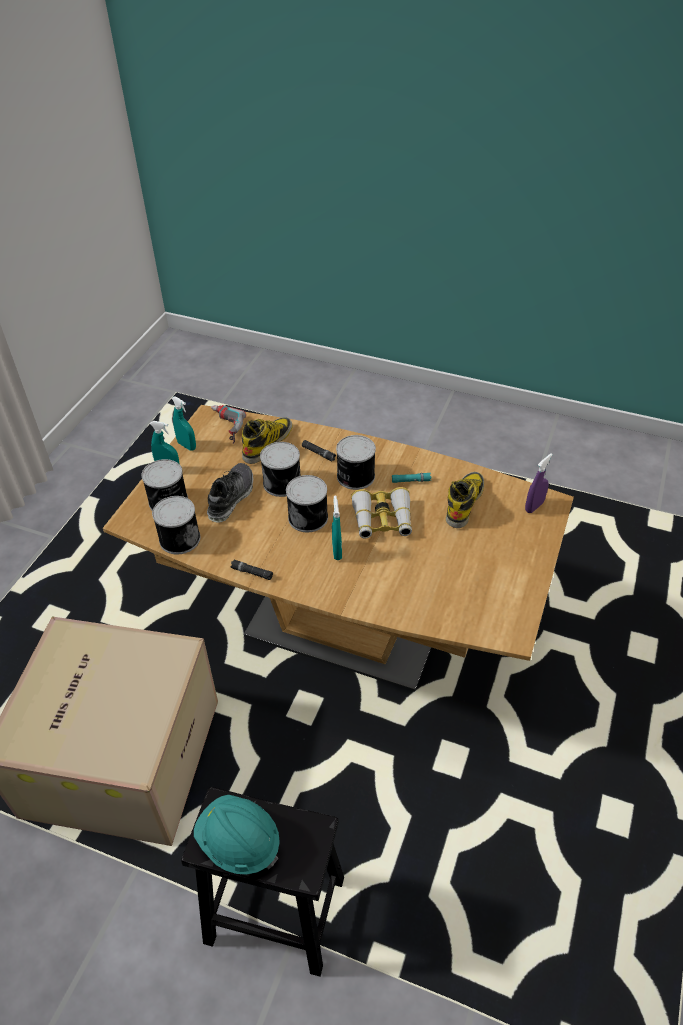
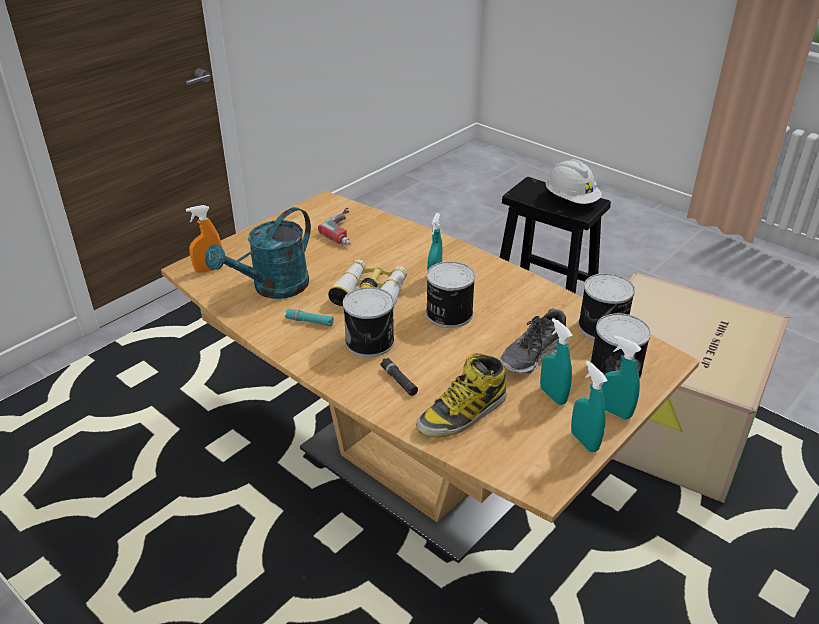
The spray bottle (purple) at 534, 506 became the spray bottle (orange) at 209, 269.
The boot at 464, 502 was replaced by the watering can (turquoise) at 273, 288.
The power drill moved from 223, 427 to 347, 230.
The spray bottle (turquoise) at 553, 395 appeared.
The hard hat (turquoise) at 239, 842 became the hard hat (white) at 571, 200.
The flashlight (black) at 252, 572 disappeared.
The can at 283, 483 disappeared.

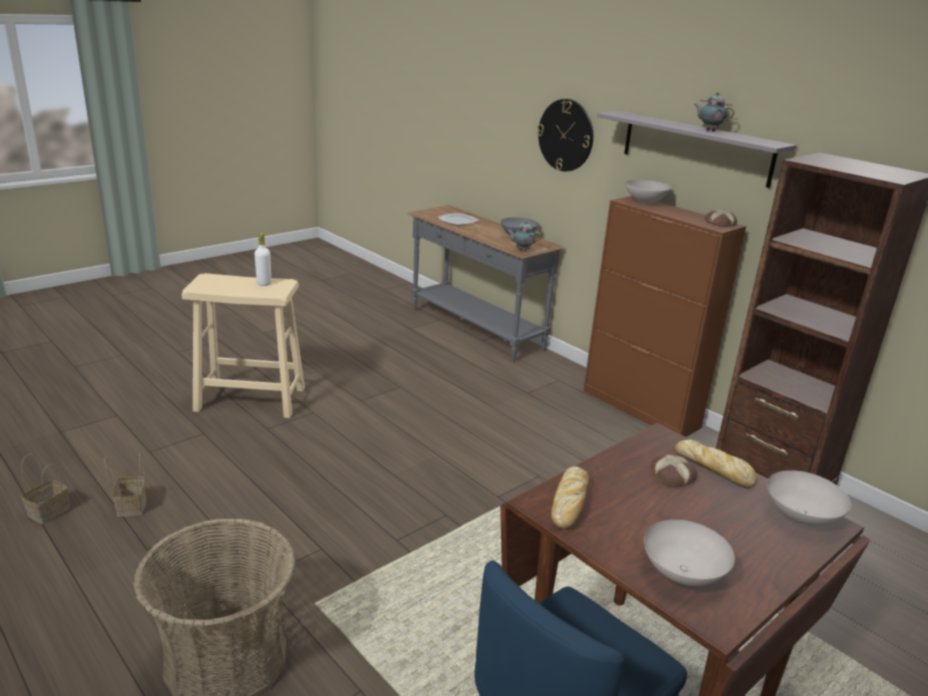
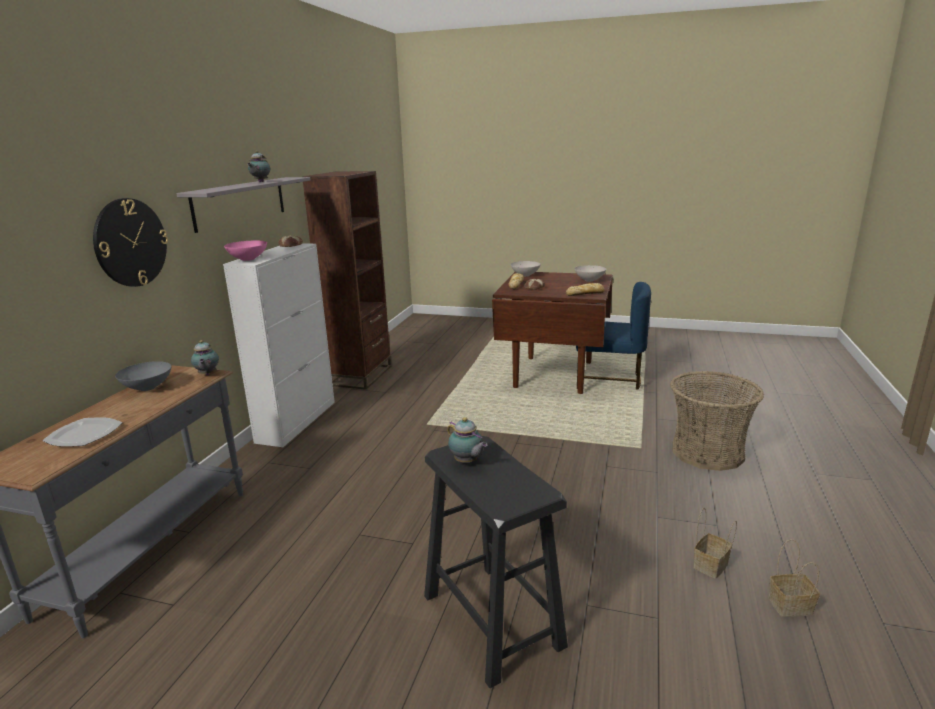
The cabinet (brown) at 640, 409 became the cabinet (white) at 297, 421.
The bowl (white) at 645, 201 became the bowl (pink) at 247, 259.
The stool (beige) at 251, 399 became the stool (black) at 491, 619.
The bottle (white) at 264, 283 was replaced by the teapot at 467, 462.

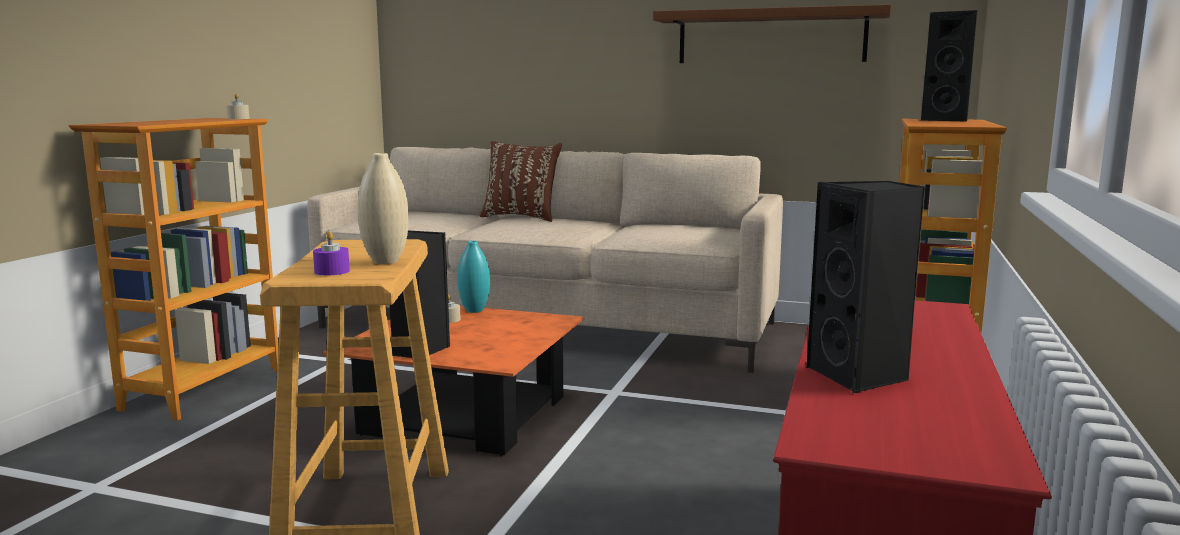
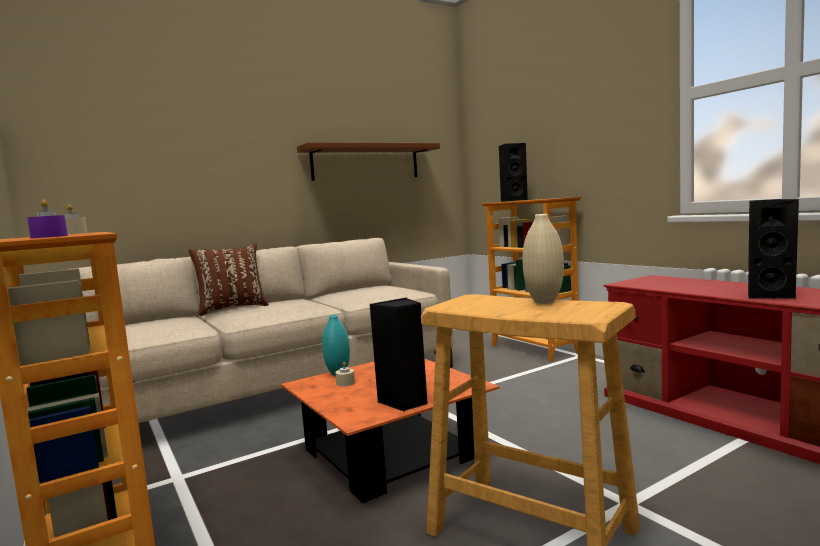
The candle (purple) moved from 332, 271 to 49, 237.

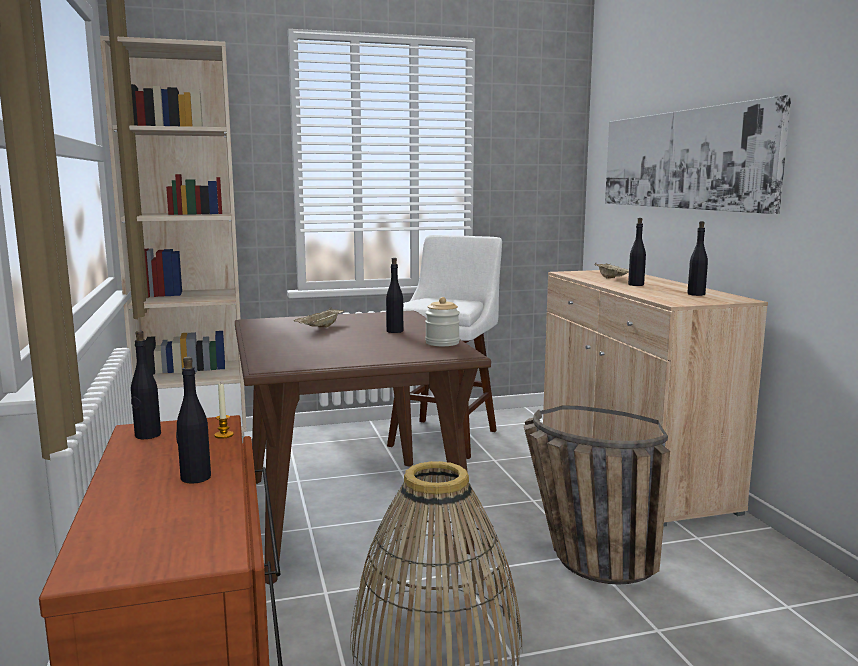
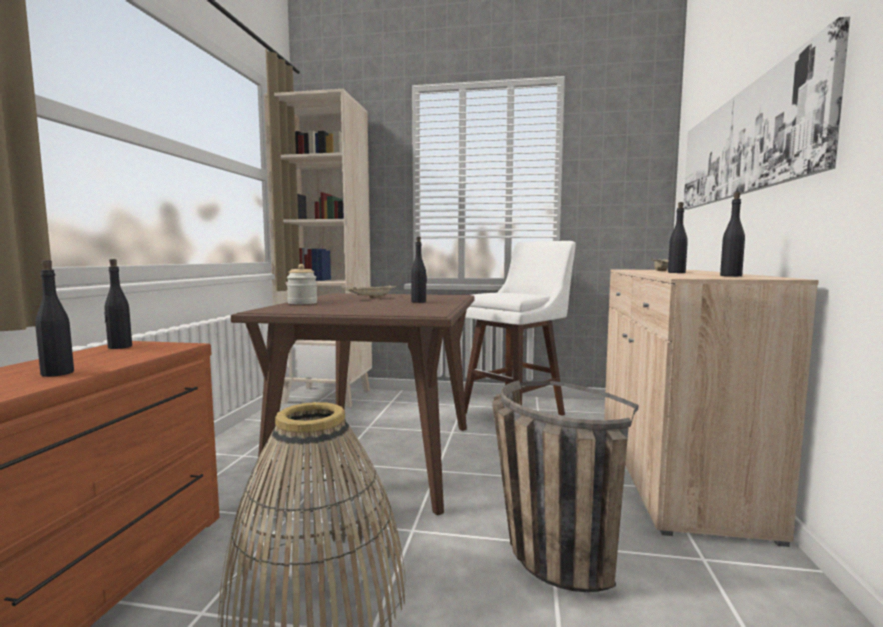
The jar moved from 442, 343 to 302, 303.
The candle at 224, 435 disappeared.

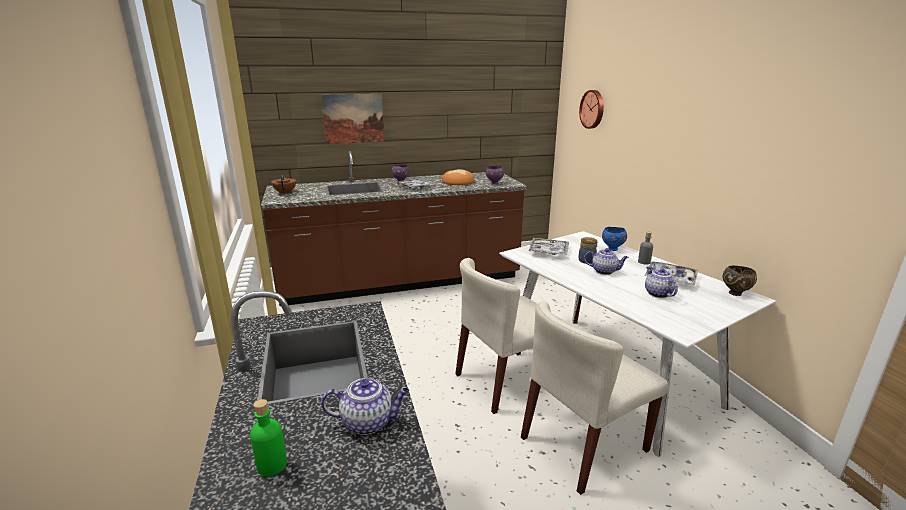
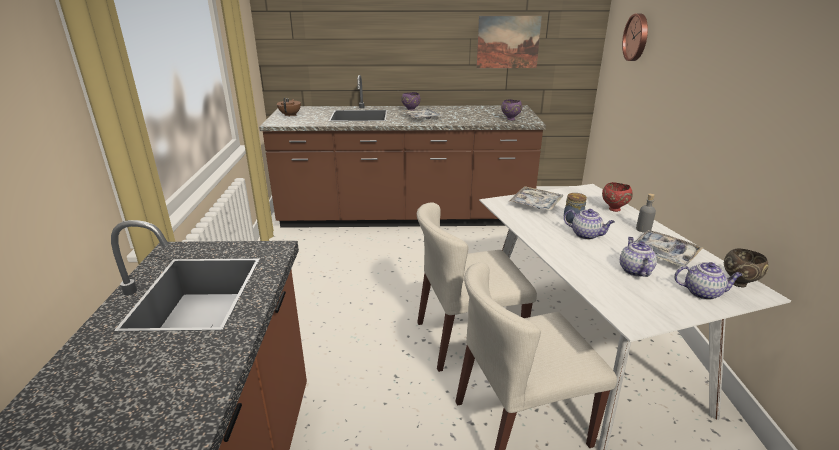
The picture moved from 353, 118 to 508, 42.
The bowl (blue) at 612, 249 became the bowl (red) at 613, 209.
The teapot moved from 368, 422 to 703, 292.
The bottle (green) at 272, 465 disappeared.
The bread at 457, 182 disappeared.

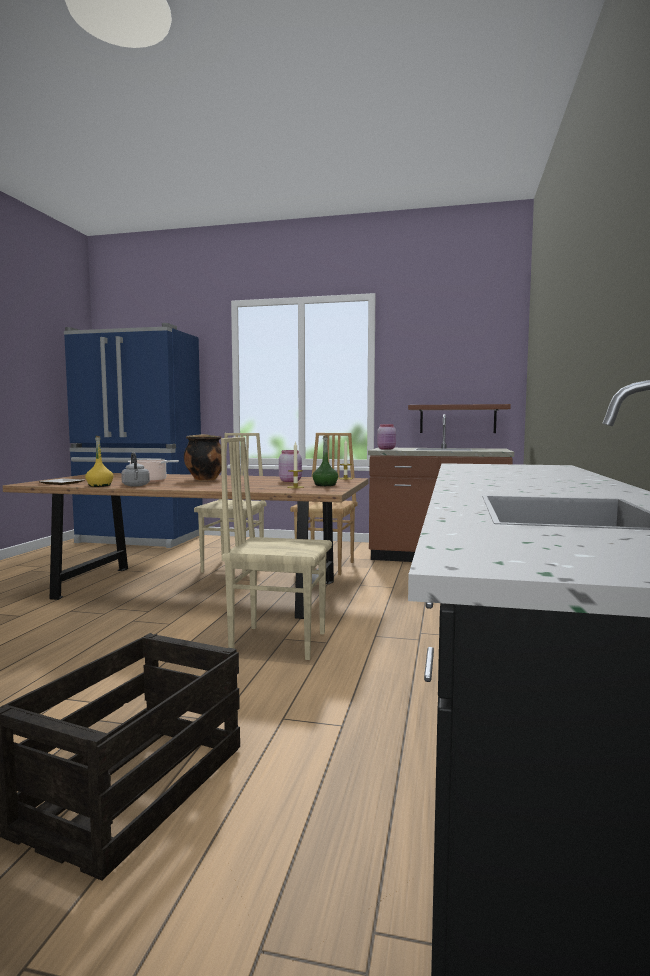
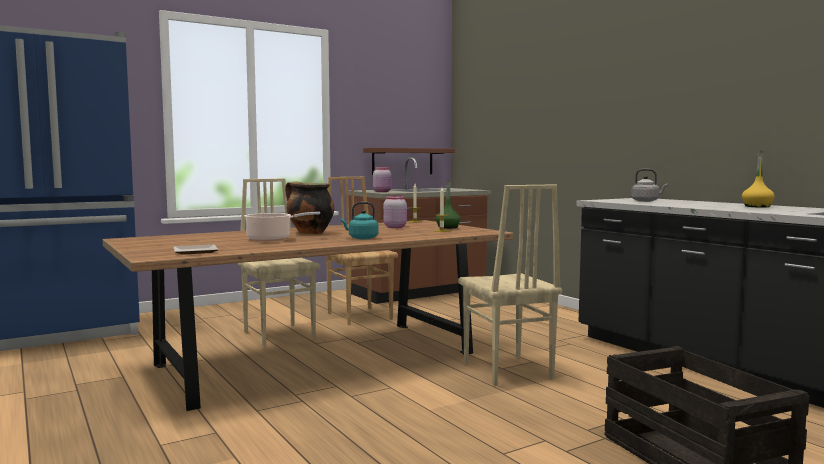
The kettle (turquoise) at 361, 238 appeared.
The chair (beige) at 278, 642 turned 75 degrees counterclockwise.
The kettle (grey) moved from 136, 486 to 646, 201.
The bottle (yellow) moved from 100, 485 to 757, 206.

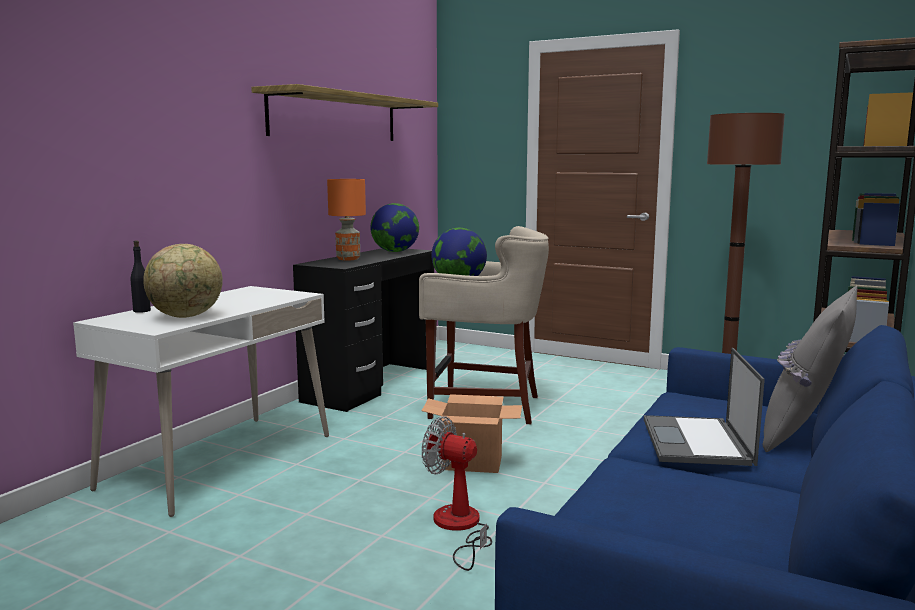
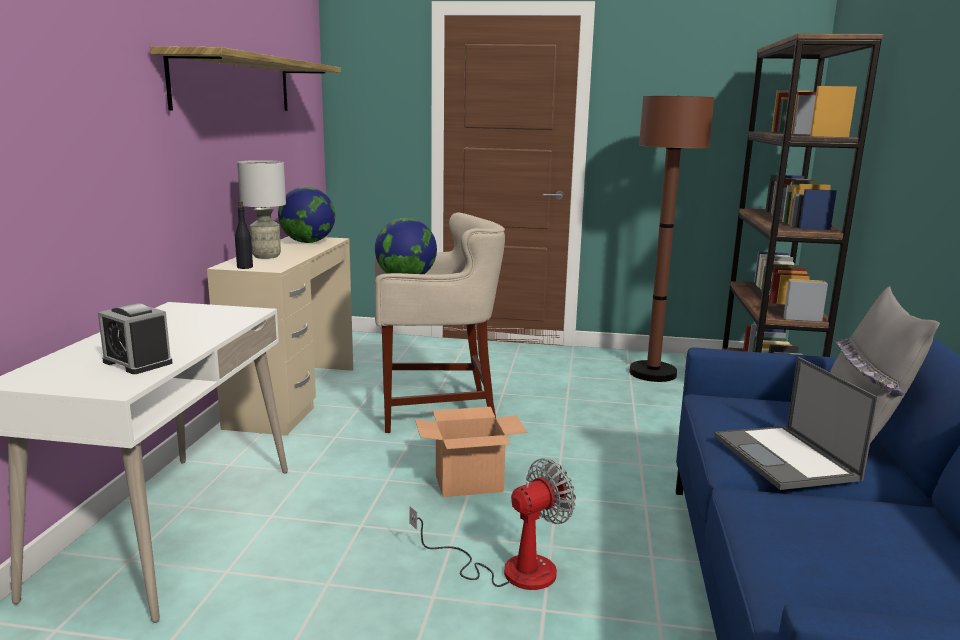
The globe at 186, 316 was replaced by the alarm clock at 137, 362.
The desk (black) at 371, 385 became the desk (beige) at 293, 396.
The bottle (black) moved from 142, 311 to 245, 267.
The table lamp (orange) at 348, 259 became the table lamp (grey) at 267, 256.
The fan at 459, 528 turned 135 degrees clockwise.

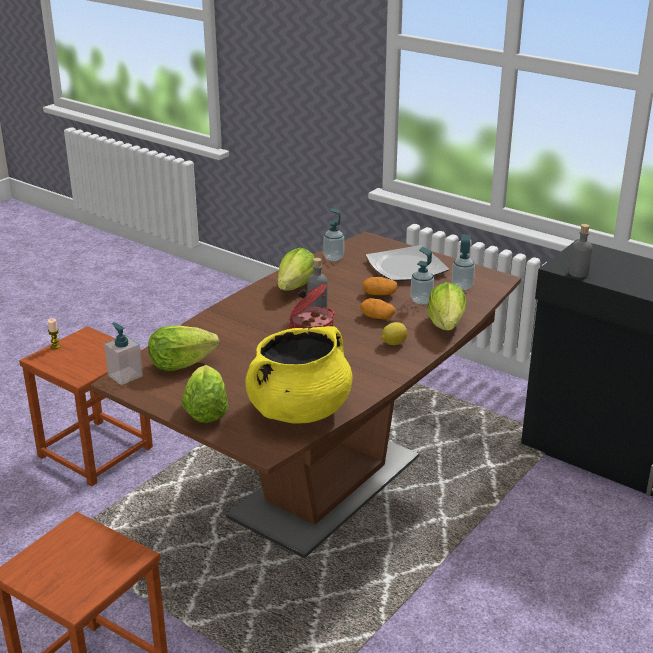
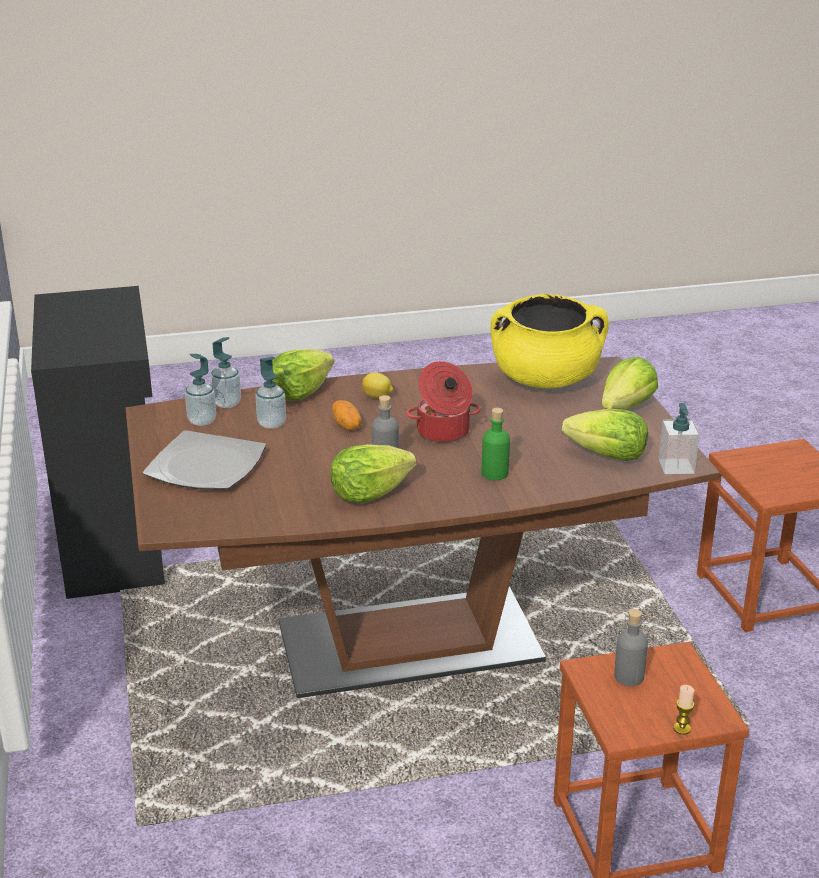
The soap dispenser moved from 333, 258 to 227, 403.
The bottle (green) at 494, 473 appeared.
The bottle (grey) moved from 578, 273 to 628, 677.
The potato at 379, 294 disappeared.

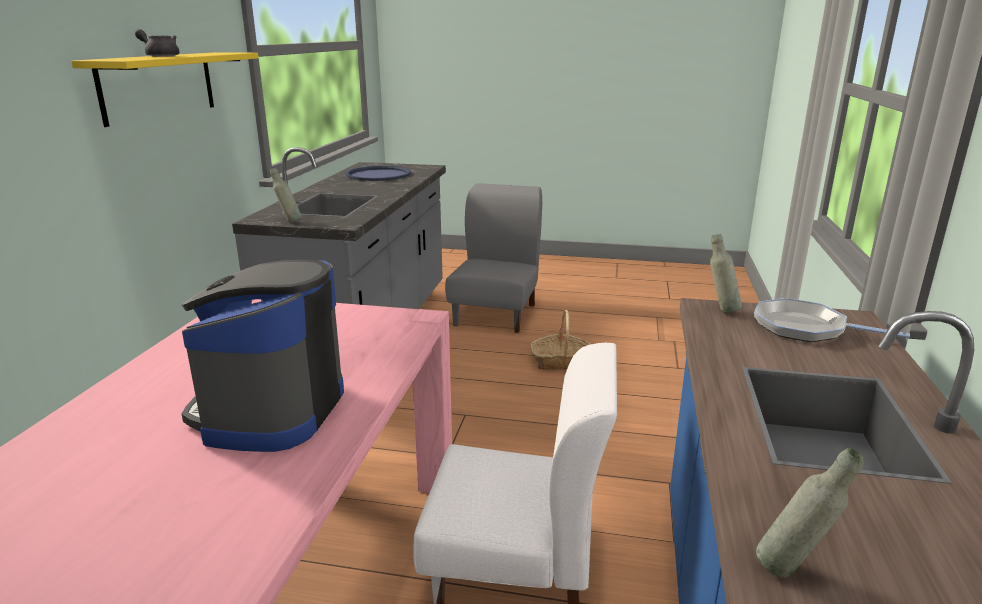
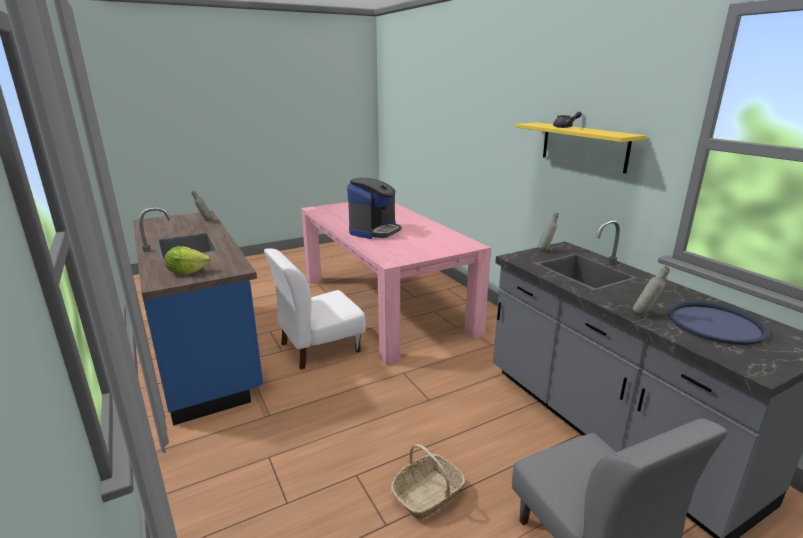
The frying pan at 805, 328 was replaced by the lettuce at 187, 272.
The coffee machine at 270, 411 turned 60 degrees clockwise.
The bottle (grey) moved from 720, 310 to 645, 314.

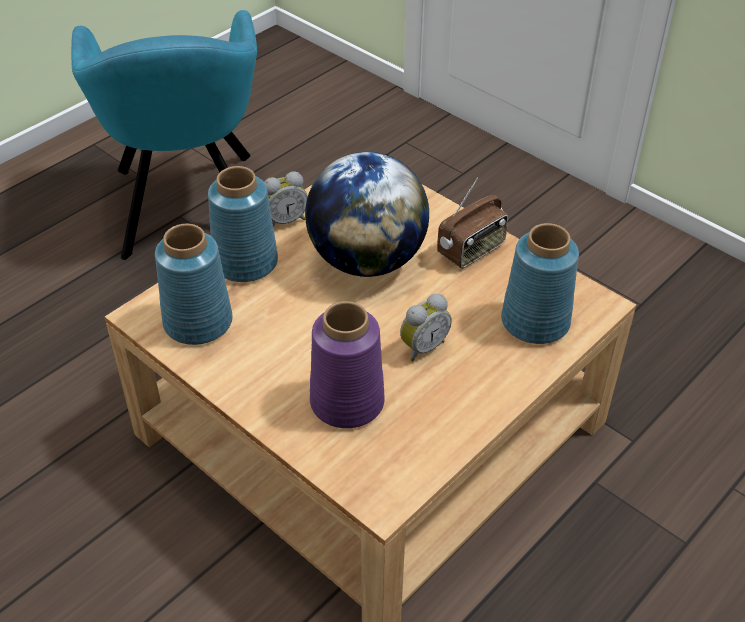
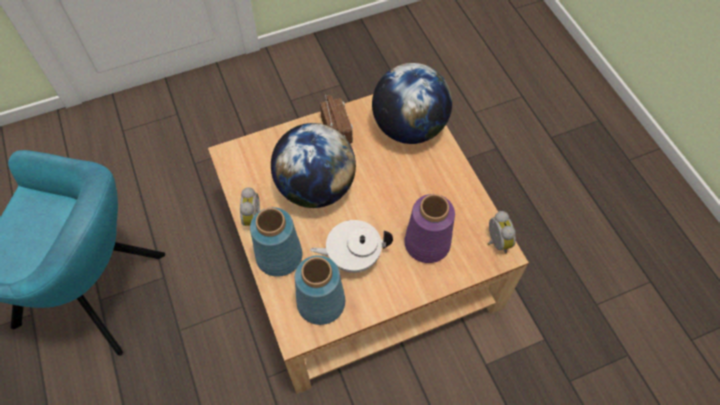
The teapot (white) at 353, 256 appeared.
The vase (blue) at 535, 321 was replaced by the globe at 409, 128.
The alarm clock moved from 422, 347 to 496, 242.

